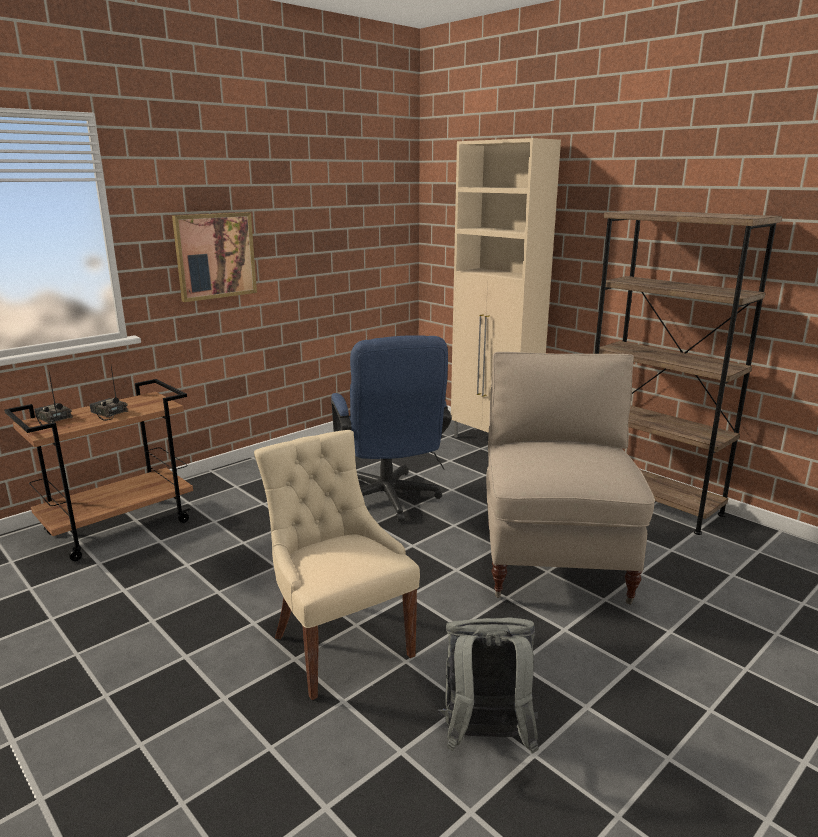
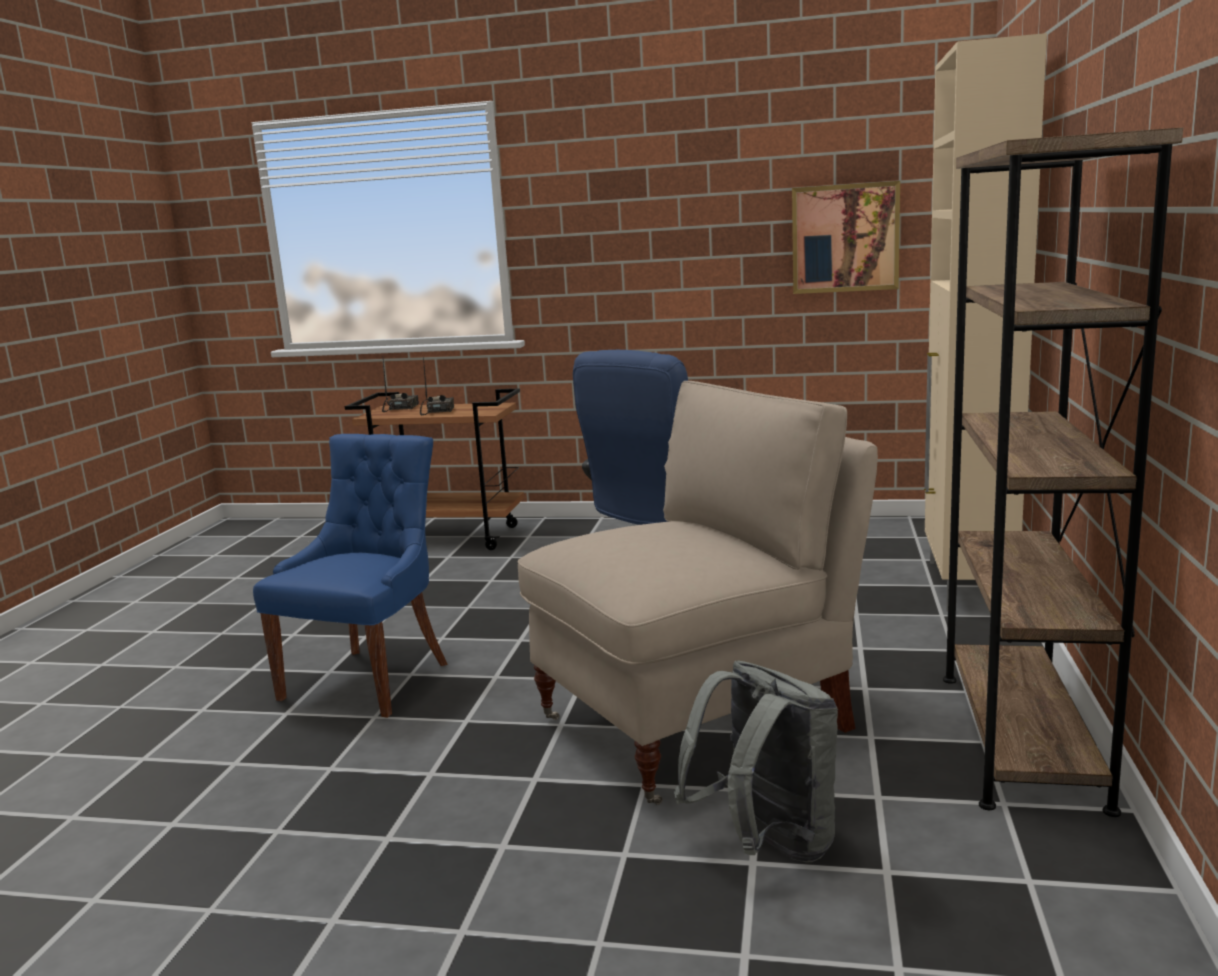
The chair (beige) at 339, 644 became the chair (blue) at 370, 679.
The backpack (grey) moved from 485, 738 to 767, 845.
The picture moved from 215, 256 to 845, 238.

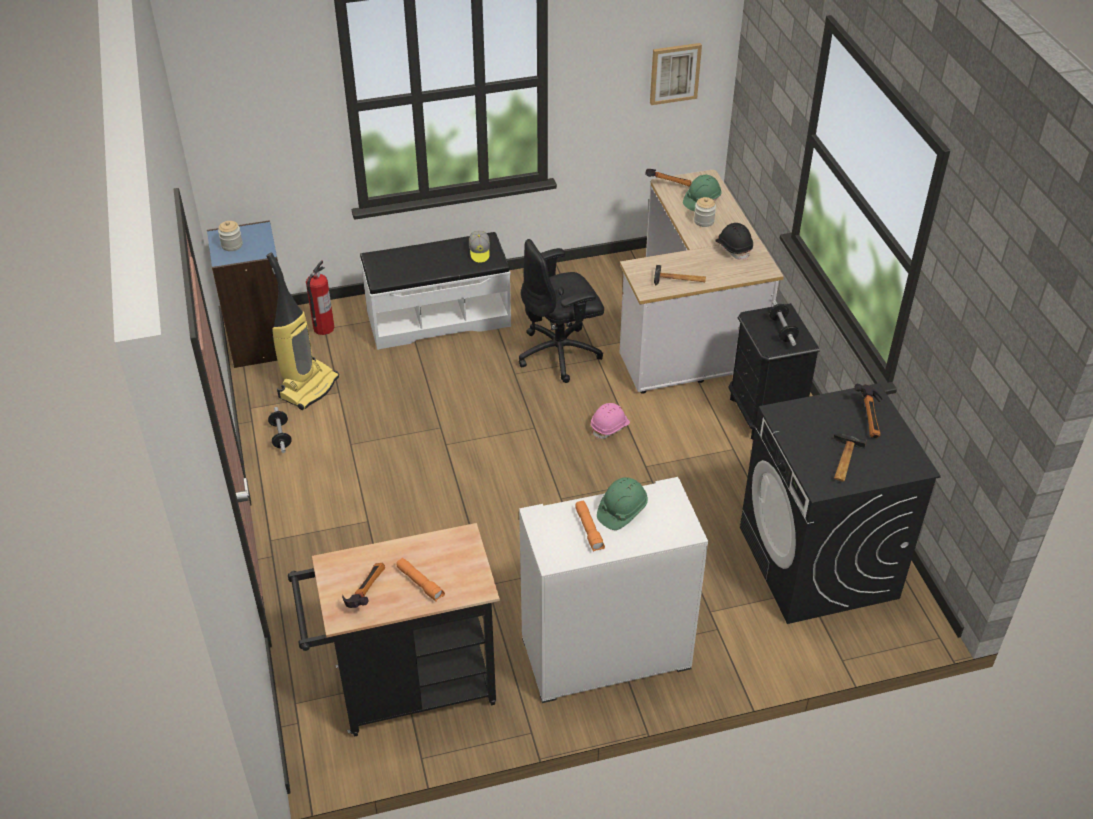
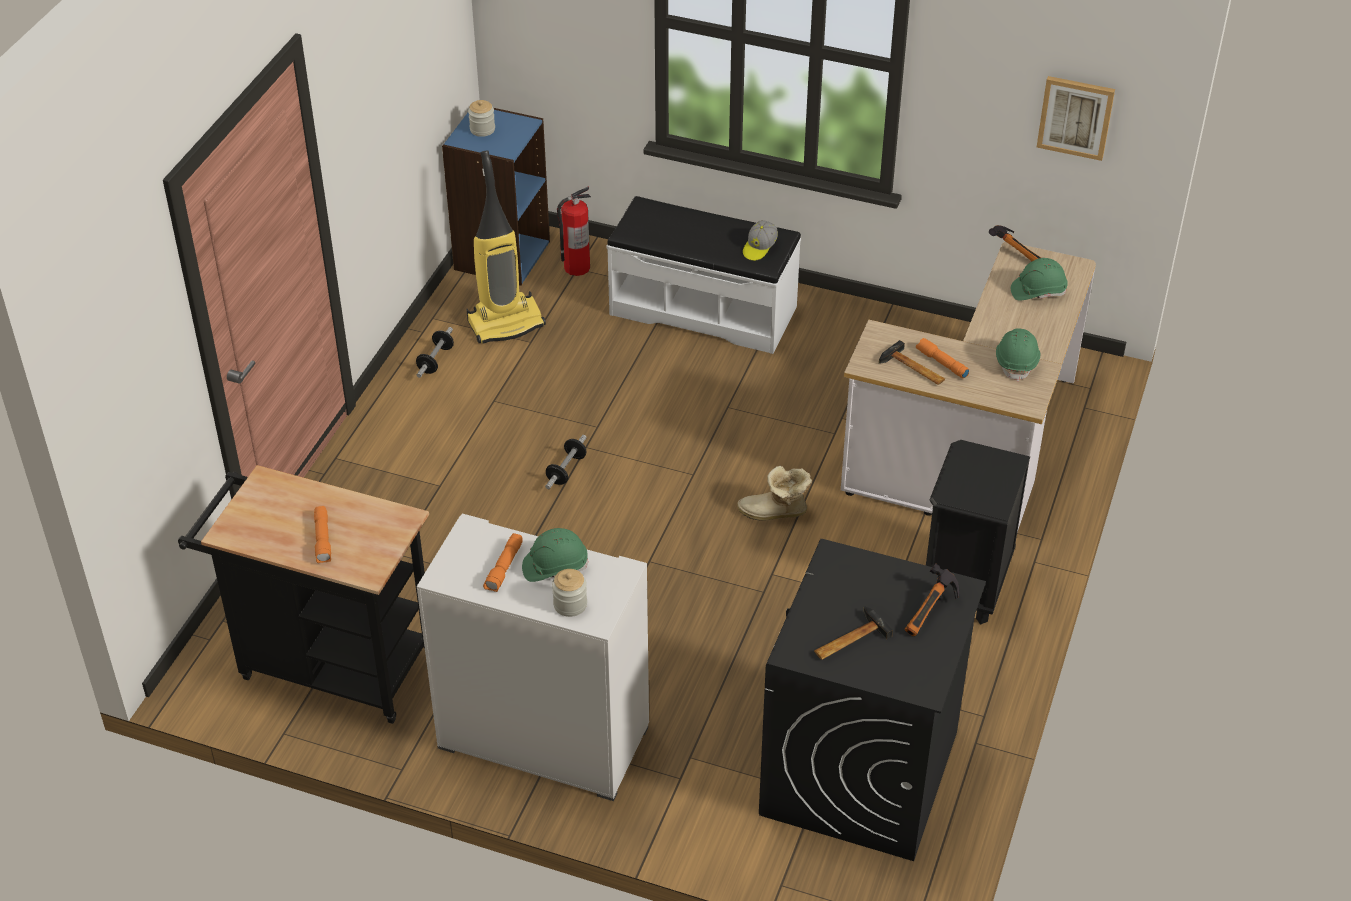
The dumbbell moved from 782, 330 to 566, 470.
The jar moved from 704, 221 to 570, 604.
The hard hat (pink) at 610, 427 was replaced by the boot at 774, 513.
The flashlight (orange) at 941, 363 appeared.
The hard hat (black) at 733, 248 became the hard hat (green) at 1016, 362.
The hammer at 364, 591 disappeared.
The office chair (black) at 560, 353 disappeared.

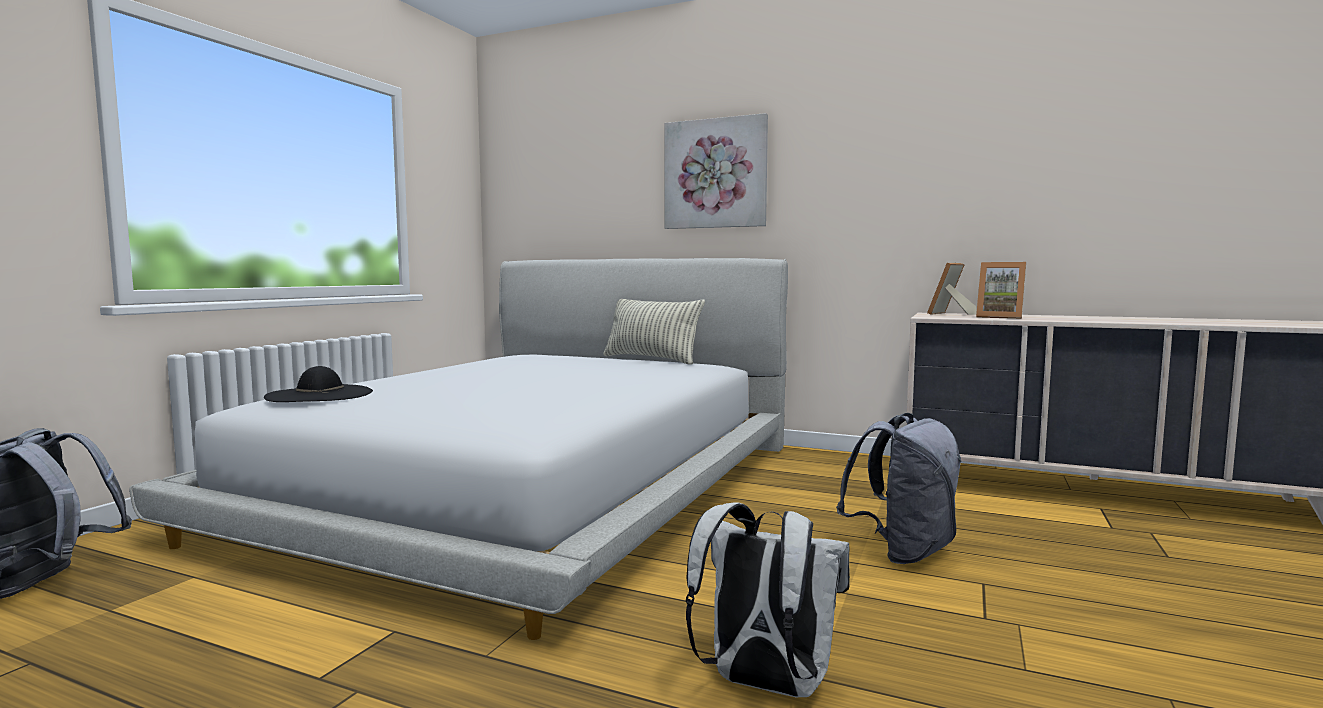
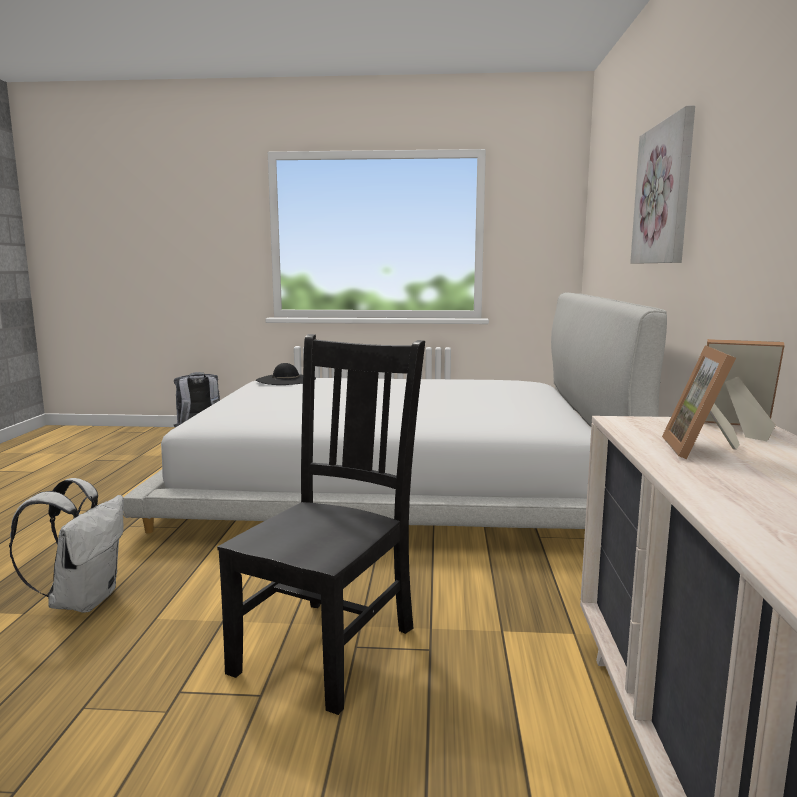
The backpack (grey) at 903, 552 was replaced by the chair (black) at 329, 646.
The pillow at 651, 359 disappeared.

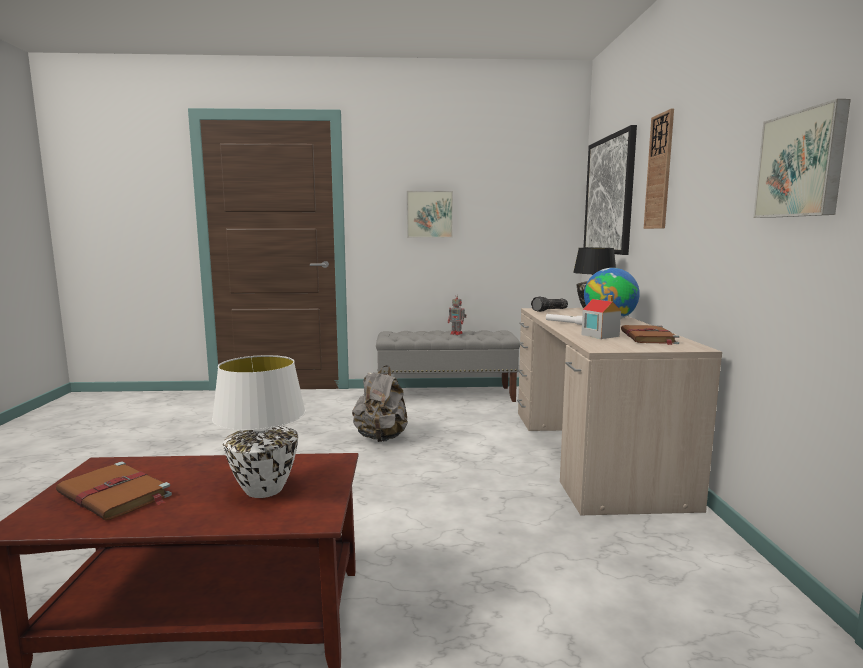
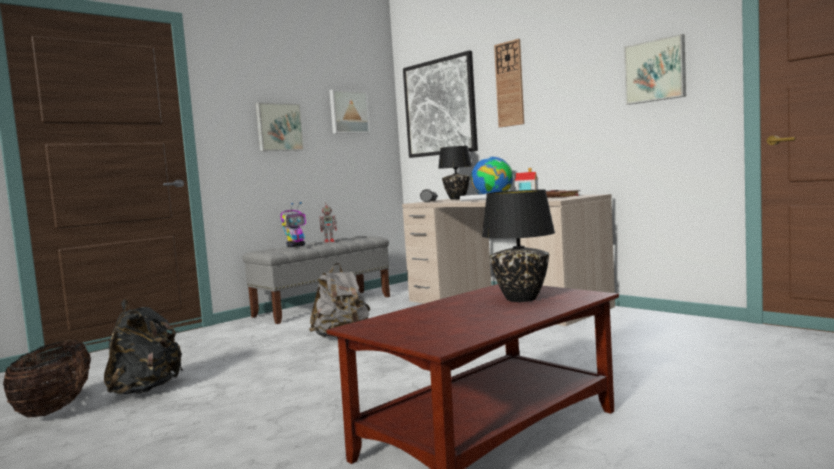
The basket at 54, 409 appeared.
The backpack (black) at 146, 390 appeared.
The toy robot at 296, 246 appeared.
The picture at 348, 112 appeared.
The table lamp (white) at 264, 490 became the table lamp (black) at 522, 299.
The book (brown) at 115, 495 disappeared.

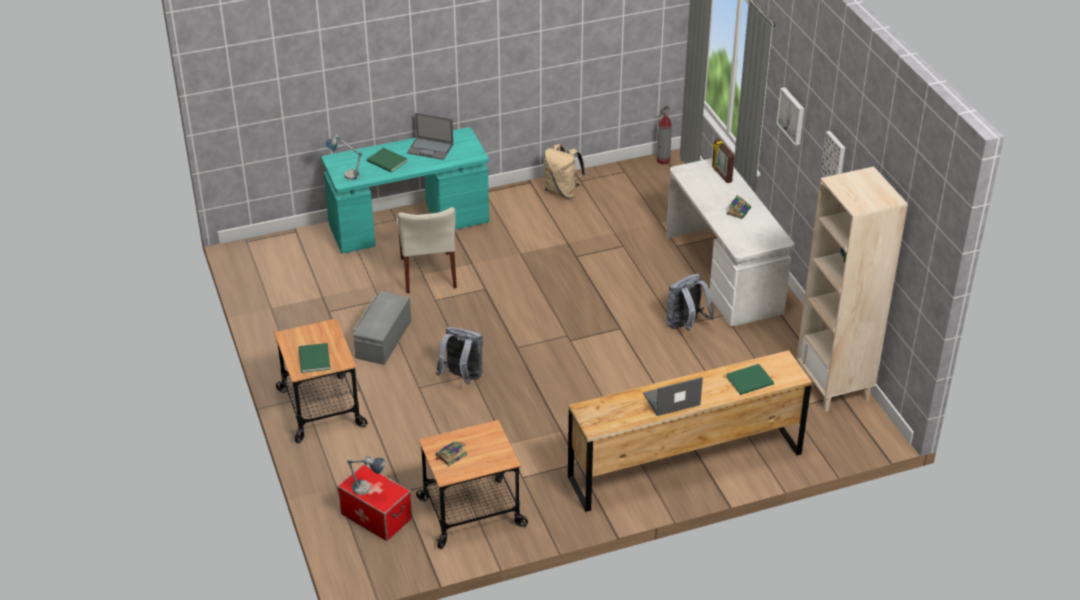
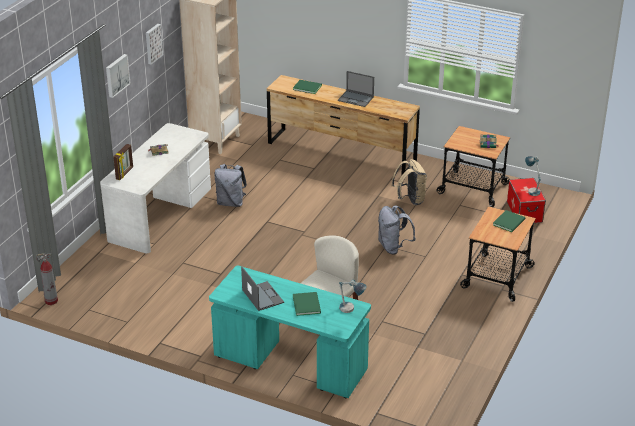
The backpack (beige) moved from 562, 191 to 410, 200.
The storage box (grey) at 382, 339 disappeared.

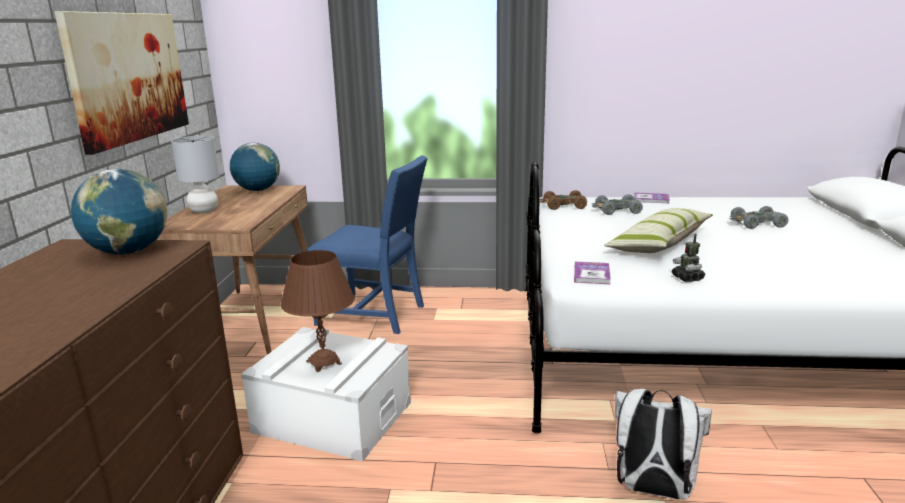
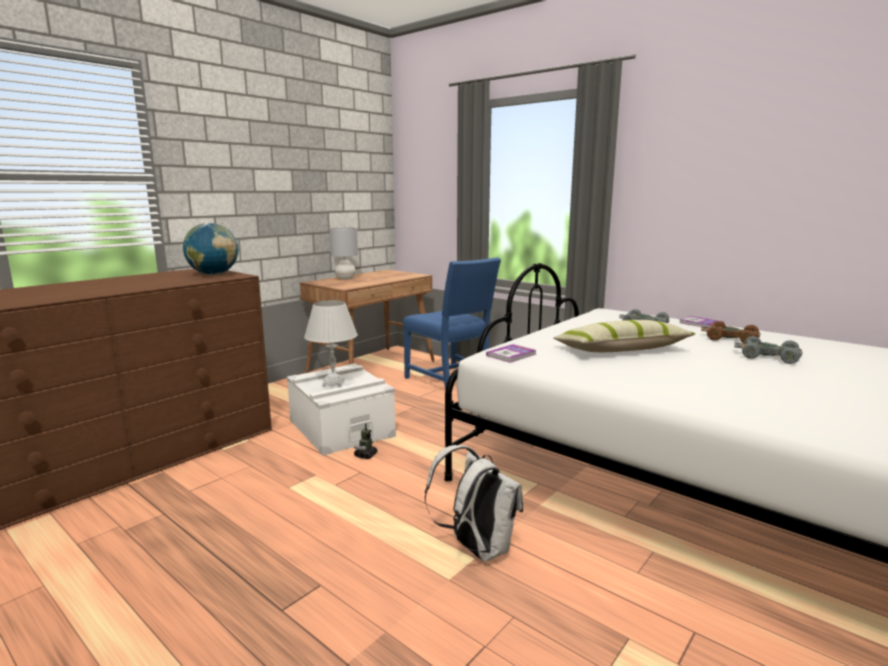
The table lamp (brown) at 324, 363 became the table lamp (white) at 333, 383.
The toy robot moved from 687, 278 to 366, 455.
The toy car (brown) moved from 563, 206 to 730, 339.
The picture at 129, 77 disappeared.
The globe at 258, 190 disappeared.

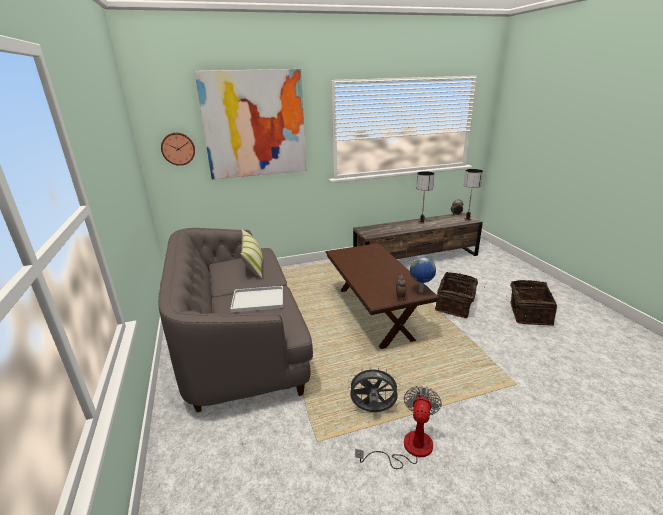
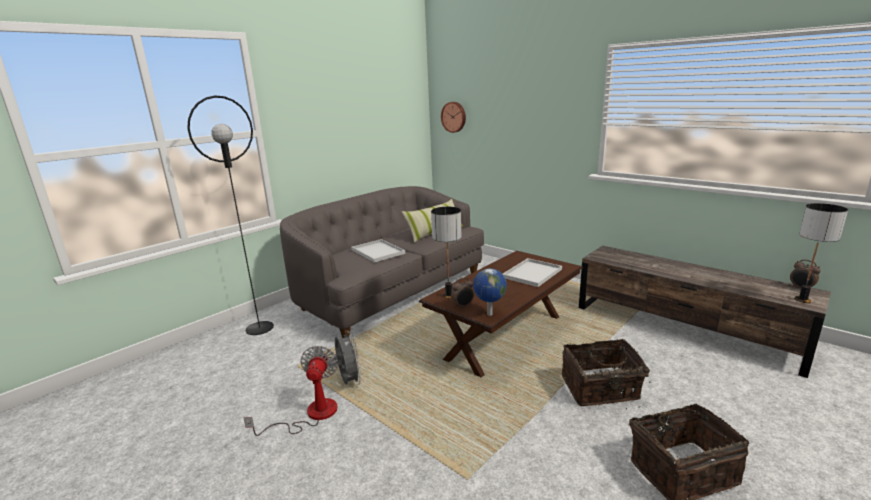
The floor lamp (black) at 259, 328 appeared.
The fan at 408, 448 turned 75 degrees counterclockwise.
The table lamp moved from 421, 222 to 448, 296.
The tray (white) at 532, 273 appeared.
The picture at 254, 124 disappeared.

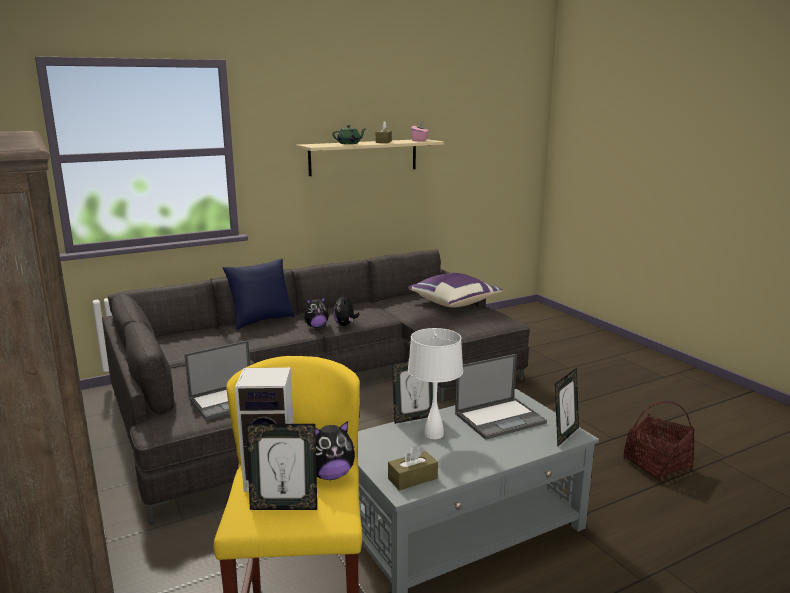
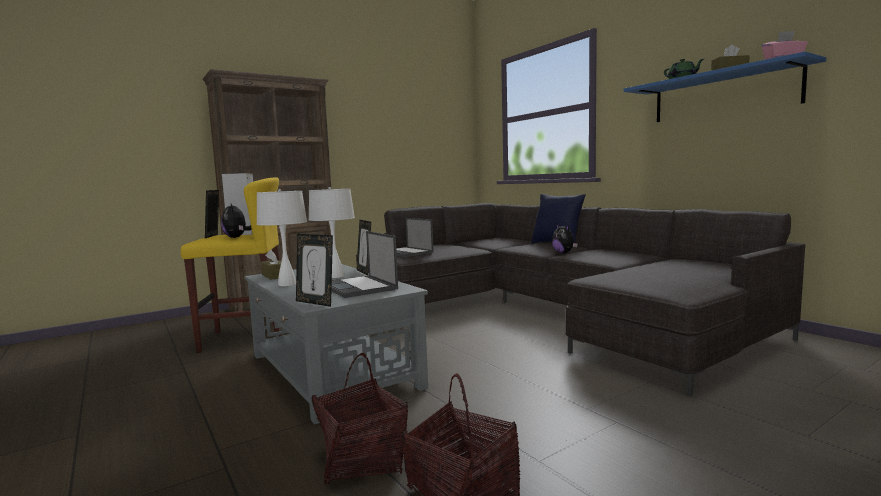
The table lamp (white) at 286, 284 appeared.
The basket at 362, 459 appeared.
The shelf (beige) at 363, 157 became the shelf (blue) at 723, 95.
The plush toy at 345, 324 disappeared.
The pillow (purple) at 453, 303 disappeared.

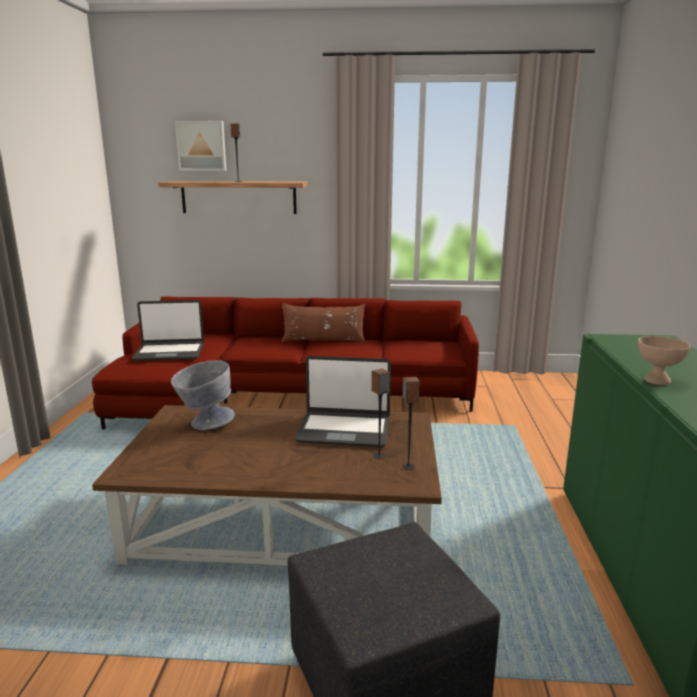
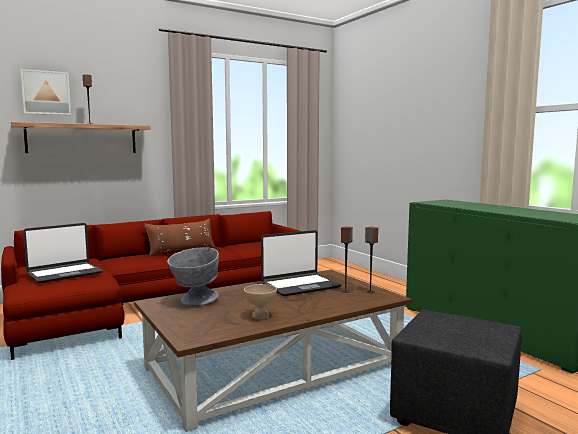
The bowl (beige) moved from 656, 380 to 260, 316.

